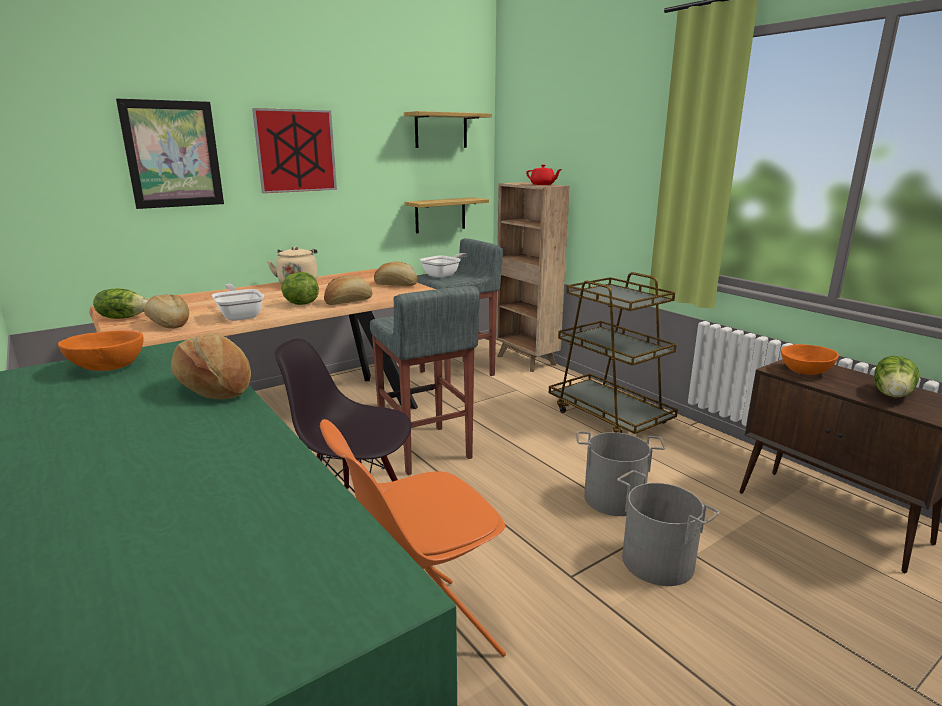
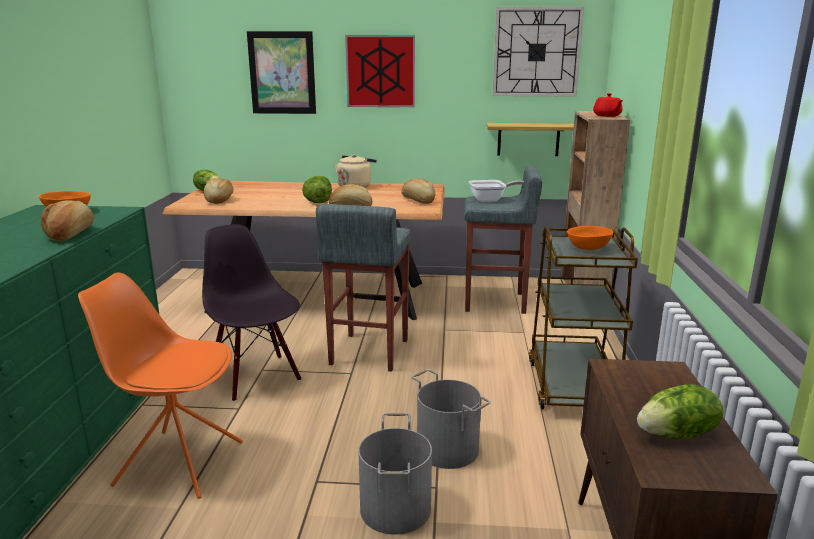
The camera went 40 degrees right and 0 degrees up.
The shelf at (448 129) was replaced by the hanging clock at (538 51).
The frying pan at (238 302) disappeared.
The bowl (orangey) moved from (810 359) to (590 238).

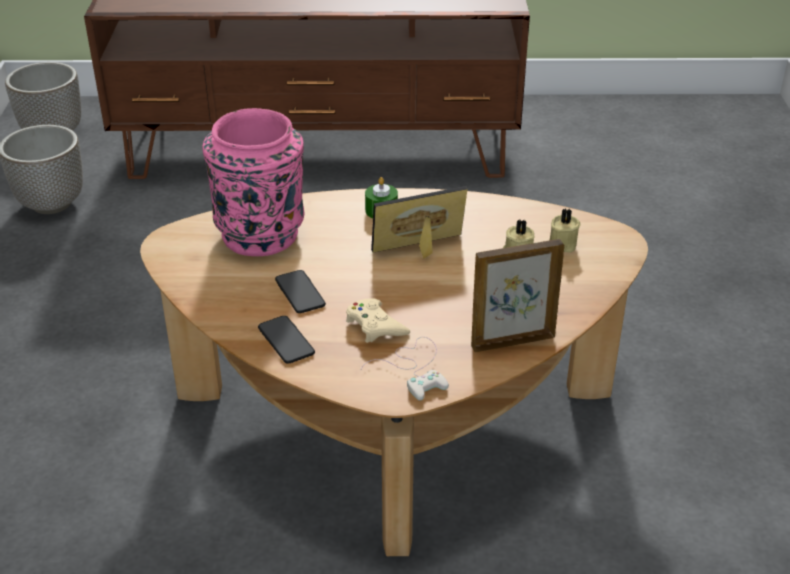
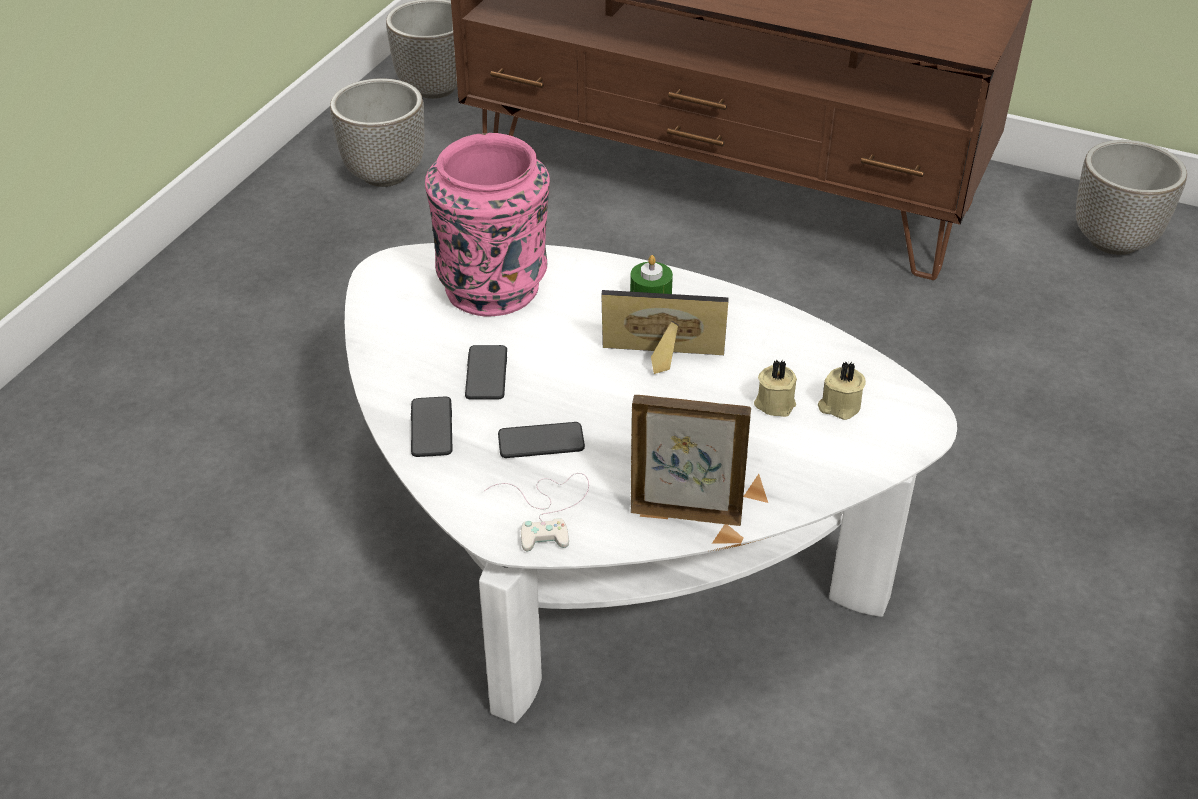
The camera went 25 degrees right and 5 degrees up.
The coffee table (brown-coloured) at (394 372) became the coffee table (white-coloured) at (651 483).
The game controller (beige) at (378 320) was replaced by the handset at (541 440).
The planter at (1131 197) appeared.

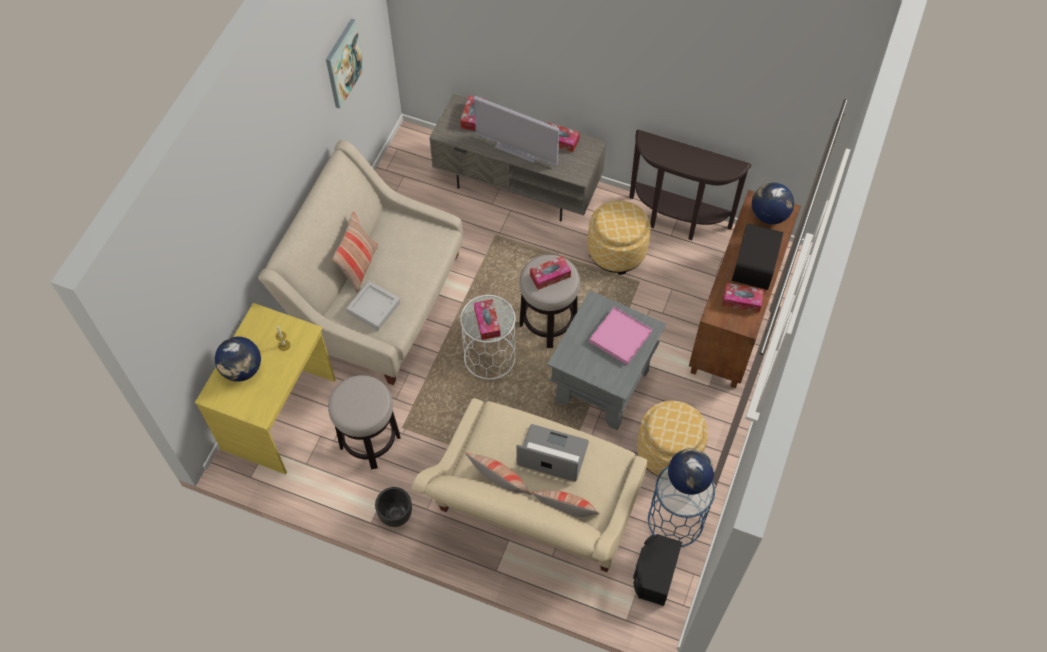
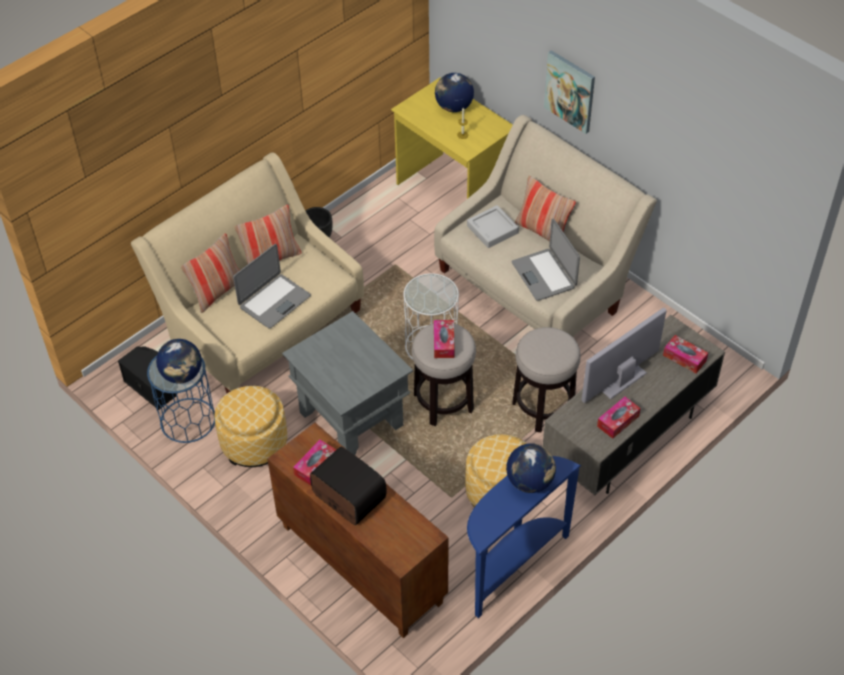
The camera went 115 degrees right and 10 degrees down.
The wall picture moved from (345 64) to (569 92).
The narrow table (brown-coloured) at (690 185) became the narrow table (blue) at (524 537).
The globe moved from (773 203) to (531 468).
The box of tissues at (487 319) disappeared.
The serving tray (pink) at (620 336) disappeared.
The stool seat moved from (364 422) to (546 379).
The laptop at (546 260) appeared.

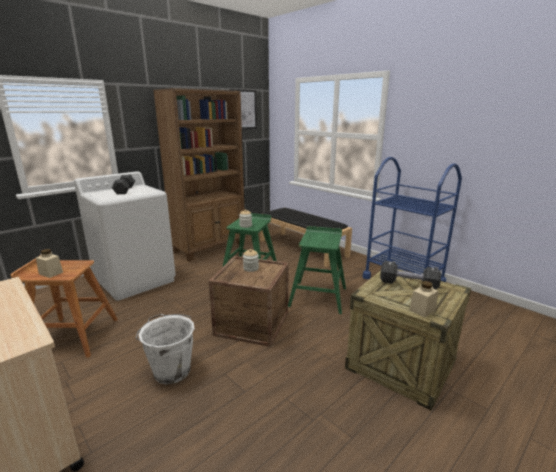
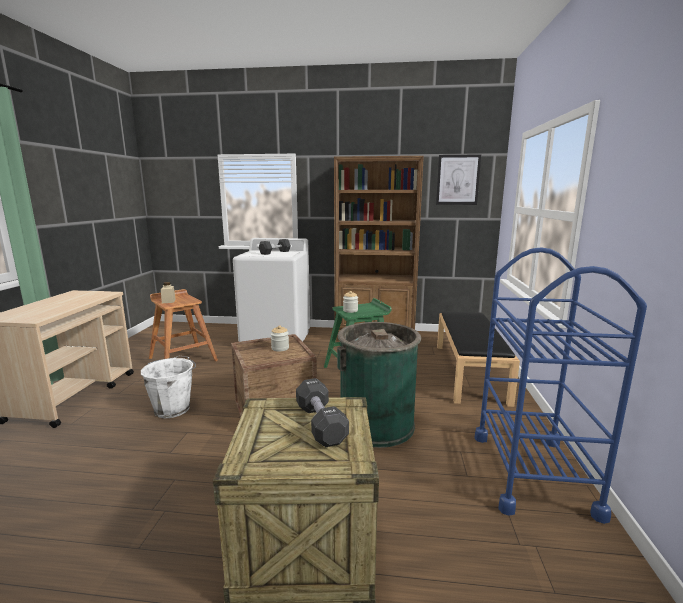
The camera went 50 degrees right and 5 degrees down.
The stool seat (greenish) at (317 270) was replaced by the waste bin (greenish) at (379 385).
The storage jar (beige) at (423 299) disappeared.

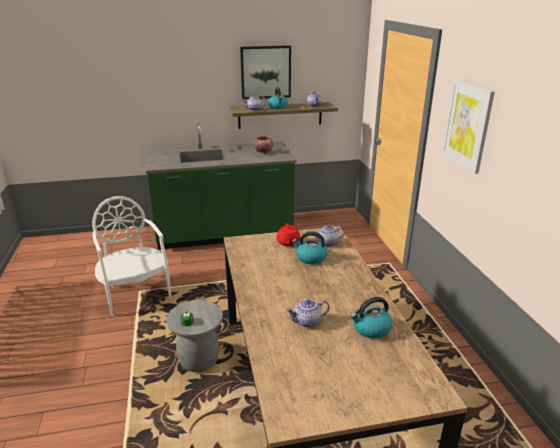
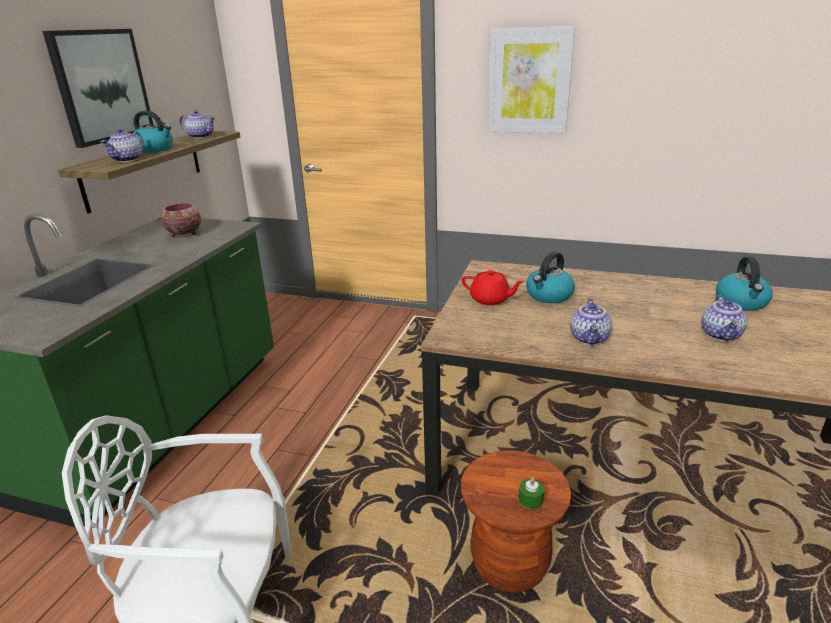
The camera went 60 degrees left and 0 degrees up.
The pot for tea moved from (329 236) to (591 322).
The stool seat (gray) at (194 336) became the stool seat (brown-coloured) at (516 521).

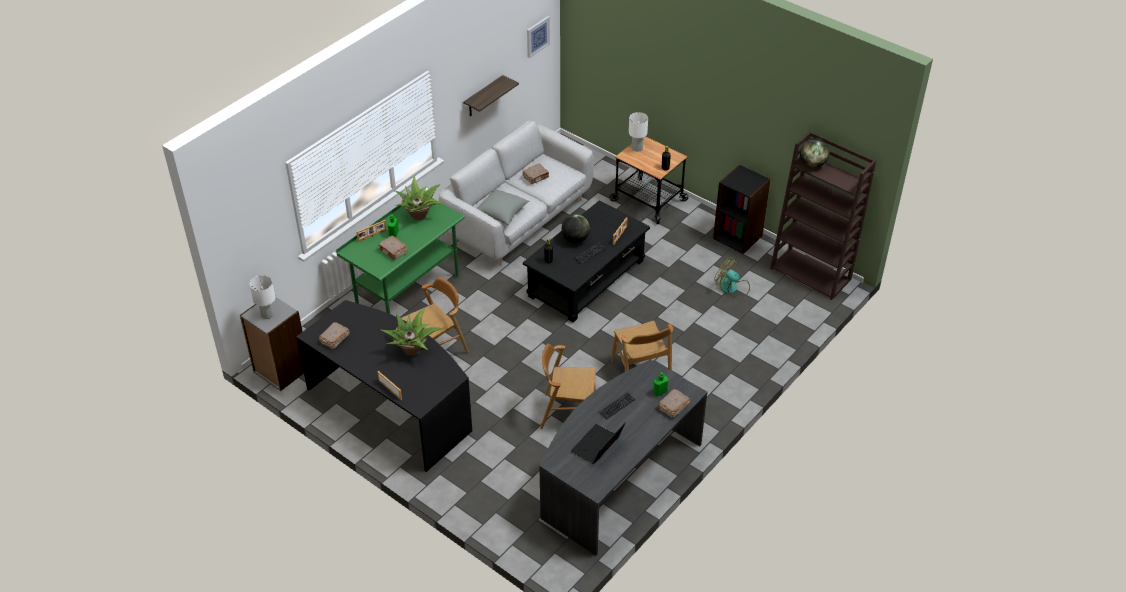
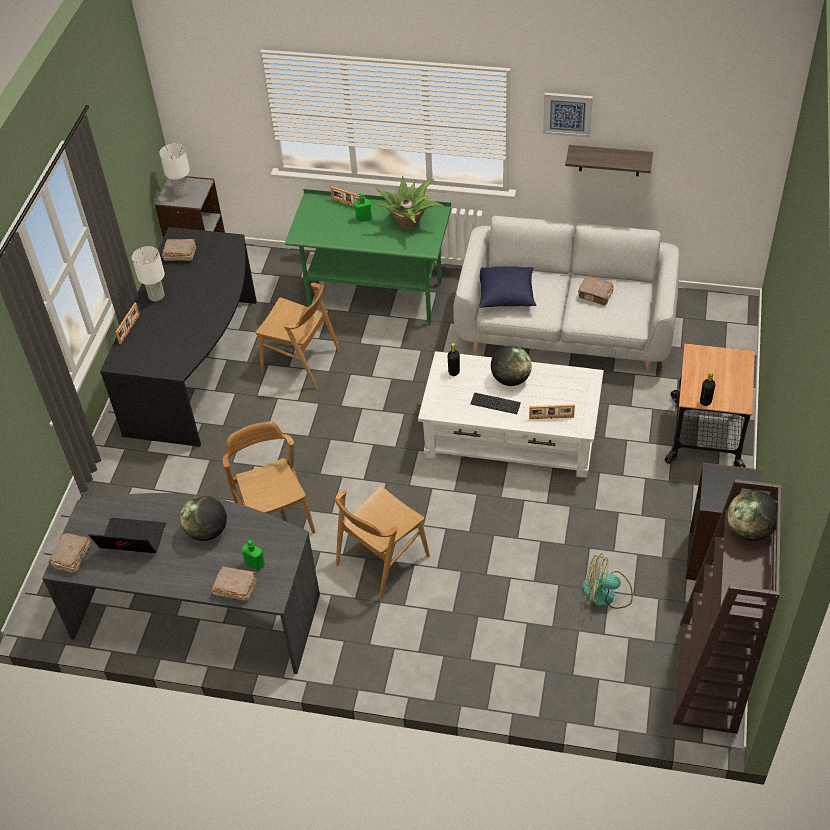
The camera went 65 degrees right and 5 degrees up.
The wall picture moved from (538 37) to (568 115).
The lamp for a table (white-coloured) moved from (638 132) to (148 273).
The throw pillow (gray) at (503 207) became the throw pillow (blue) at (508 287).
The coffee table (black) at (586 261) became the coffee table (white-coloured) at (511 414).
The volume (brown-coloured) moved from (393 248) to (69 553).
The cooling fan at (732 278) turned 90 degrees counterclockwise.
The plant in a pot at (412 332) disappeared.
The keyboard at (617 405) was replaced by the globe at (203 518).

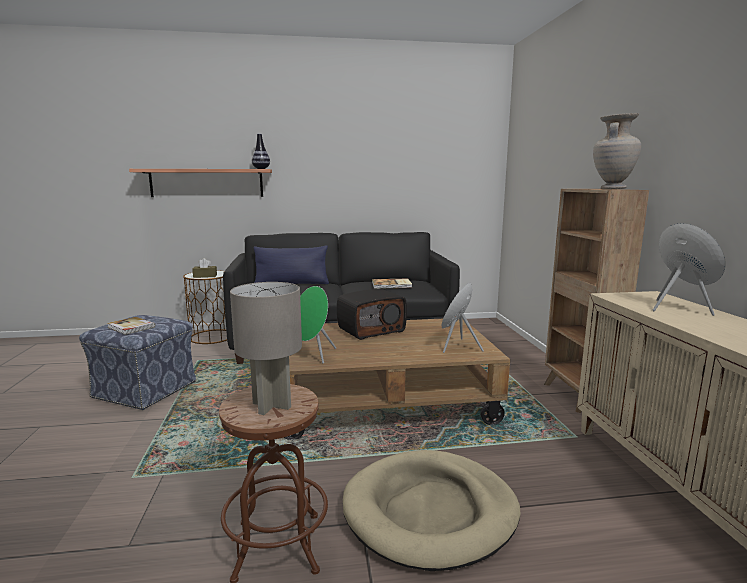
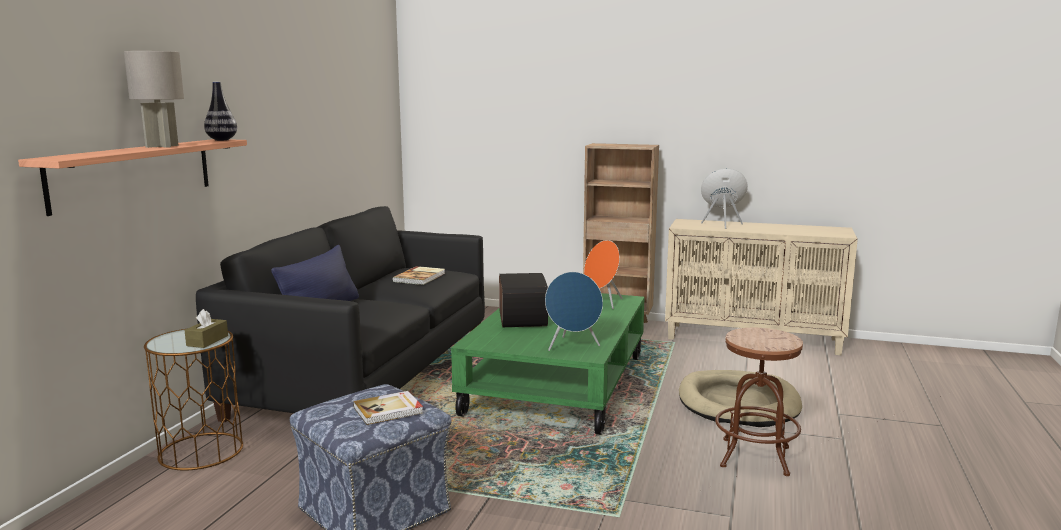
The camera went 65 degrees left and 0 degrees up.
The flower vase (beige) at (617 151) disappeared.
The lamp for a table (gray) moved from (266 348) to (154 99).
The speaker (greenish) at (318 324) became the speaker (blue) at (574 311).
The coffee table (brown-coloured) at (397 379) became the coffee table (greenish) at (548 364).

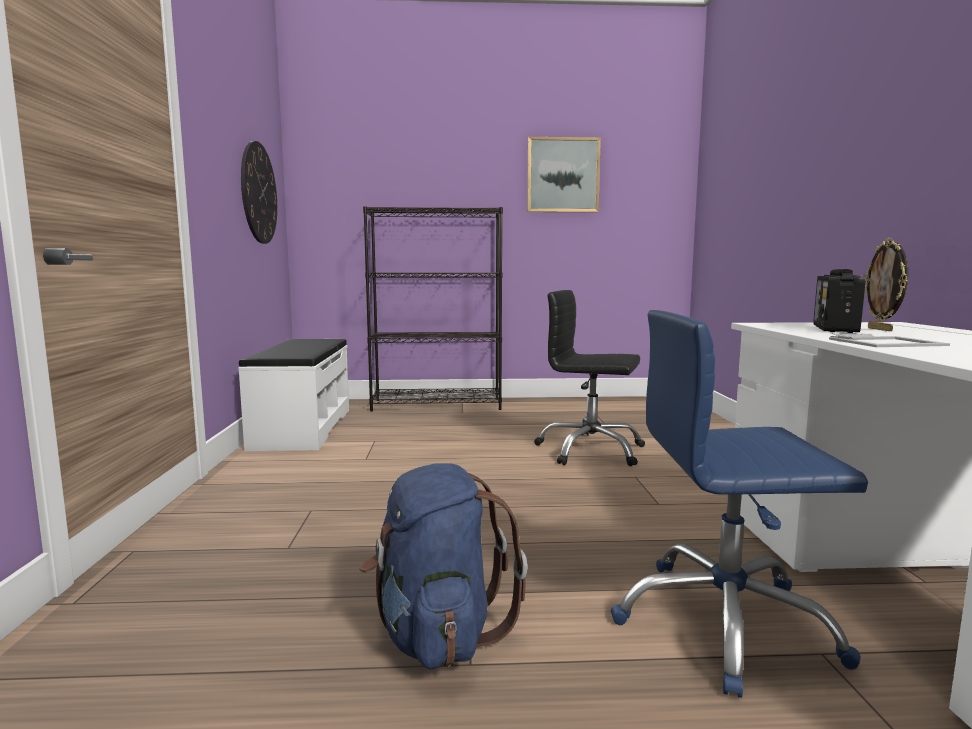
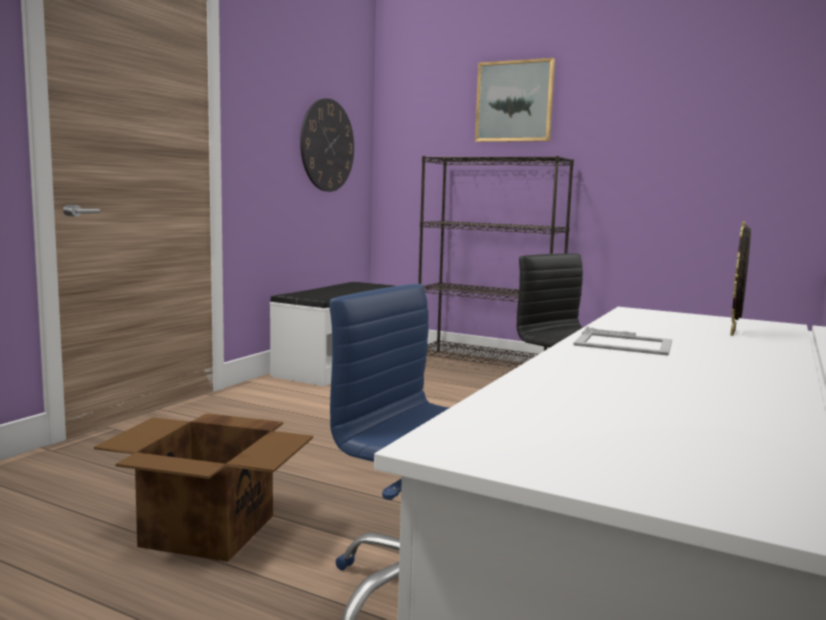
The camera went 30 degrees right and 0 degrees up.
The wall picture moved from (564 174) to (515 100).
The radio at (839 301) disappeared.
The backpack (blue) at (443 566) was replaced by the packing box at (203 487).

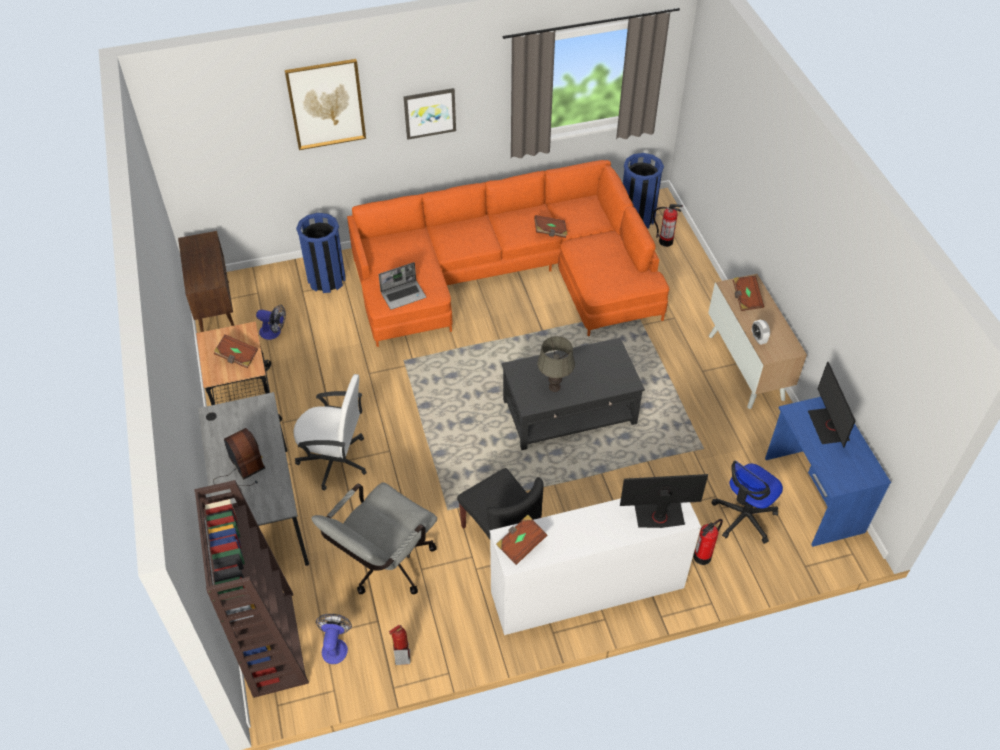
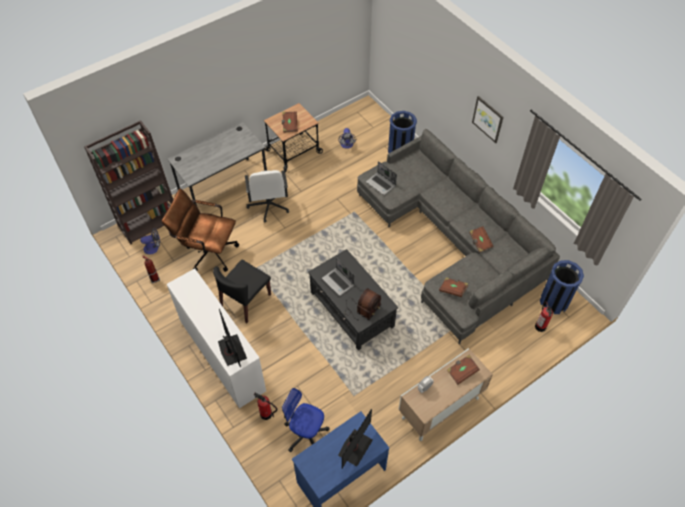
The camera went 70 degrees right and 5 degrees up.
The wall picture at (325 104) disappeared.
The settee (orangey) at (508 253) became the settee (gray) at (458 236).
The cabinet (brown-coloured) at (206 281) disappeared.
The lamp for a table (gray) at (556 364) was replaced by the laptop at (338 277).
The computer screen at (832 404) turned 150 degrees clockwise.
The radio moved from (239 458) to (363 304).
The computer chair (gray) at (374 538) became the computer chair (brown-coloured) at (200 230).
The volume (brown-coloured) moved from (521 540) to (453 287).

